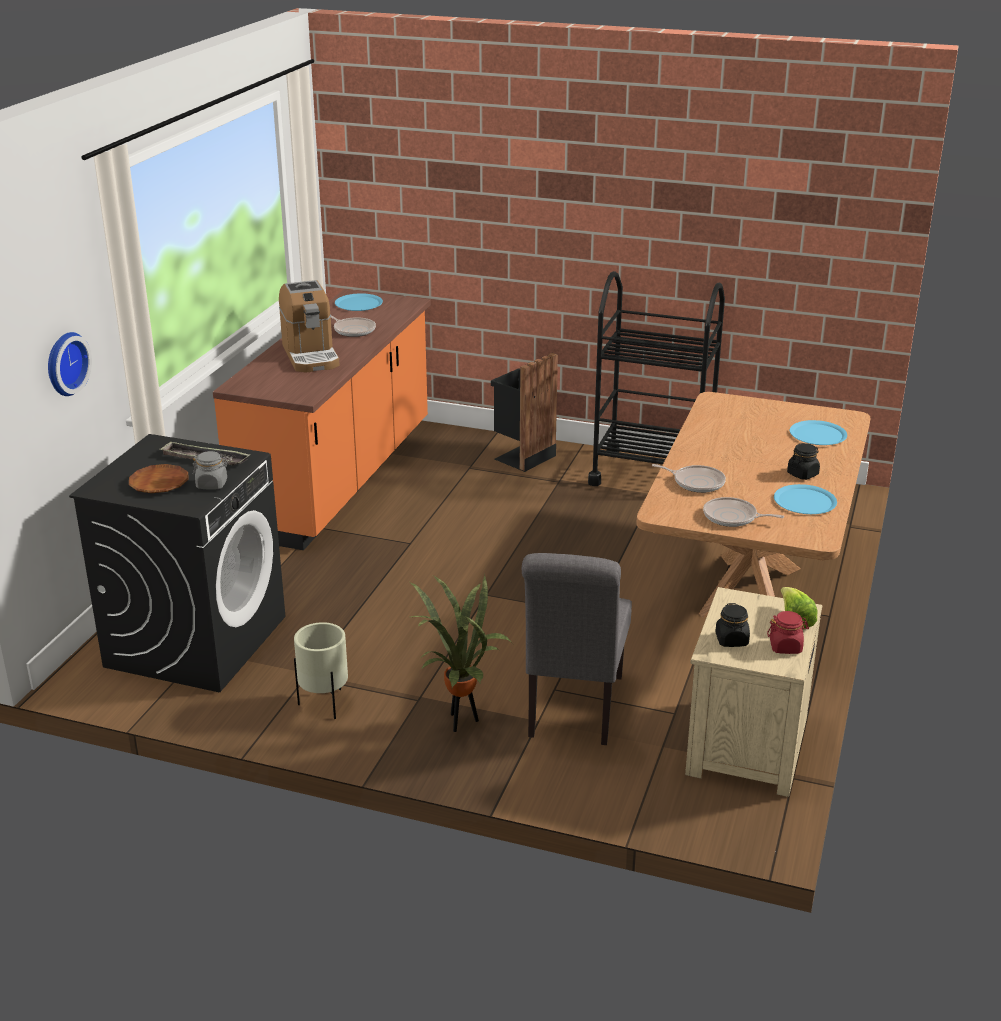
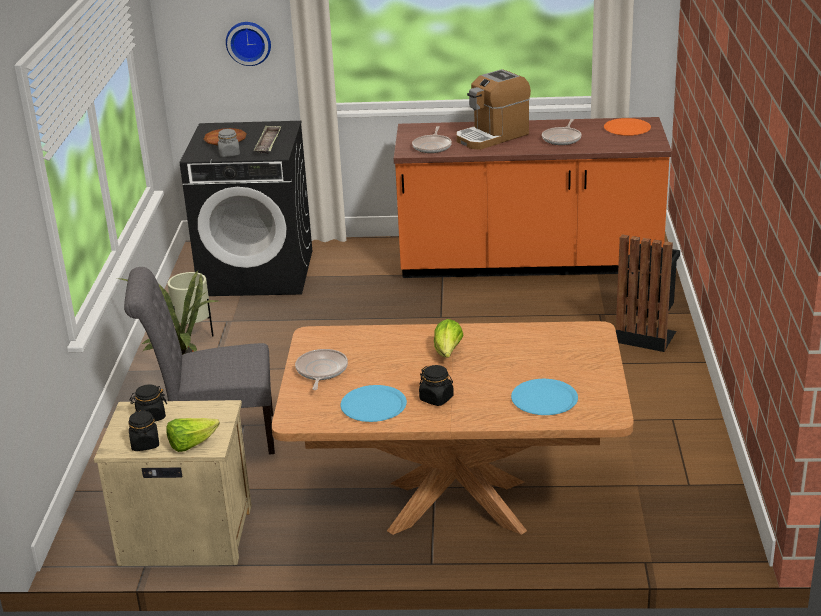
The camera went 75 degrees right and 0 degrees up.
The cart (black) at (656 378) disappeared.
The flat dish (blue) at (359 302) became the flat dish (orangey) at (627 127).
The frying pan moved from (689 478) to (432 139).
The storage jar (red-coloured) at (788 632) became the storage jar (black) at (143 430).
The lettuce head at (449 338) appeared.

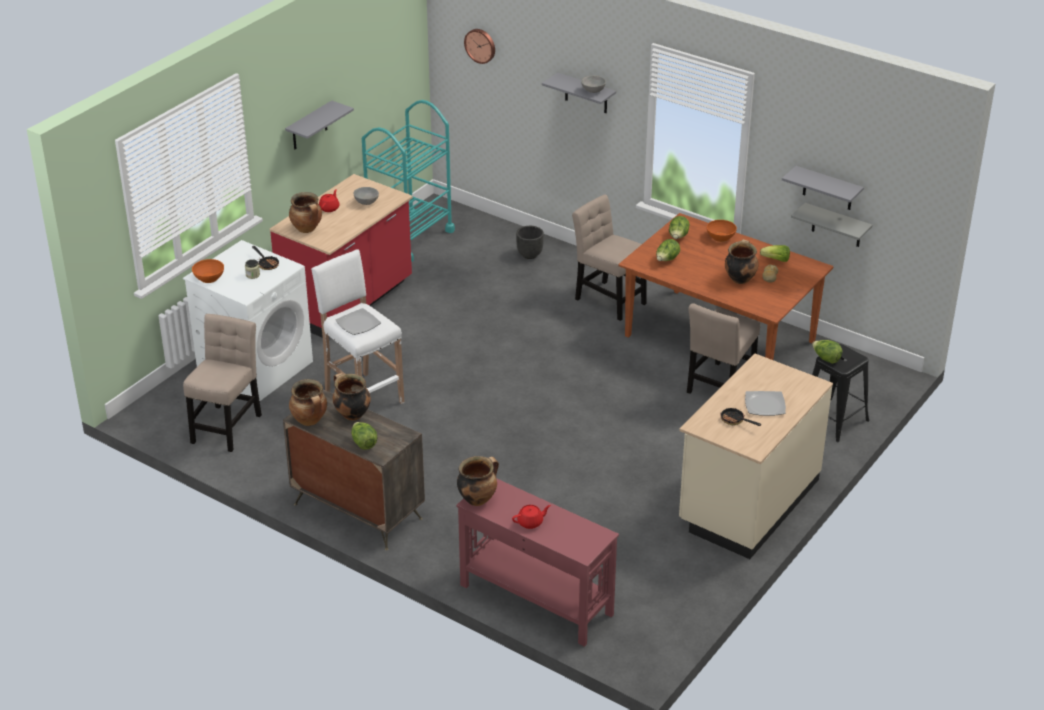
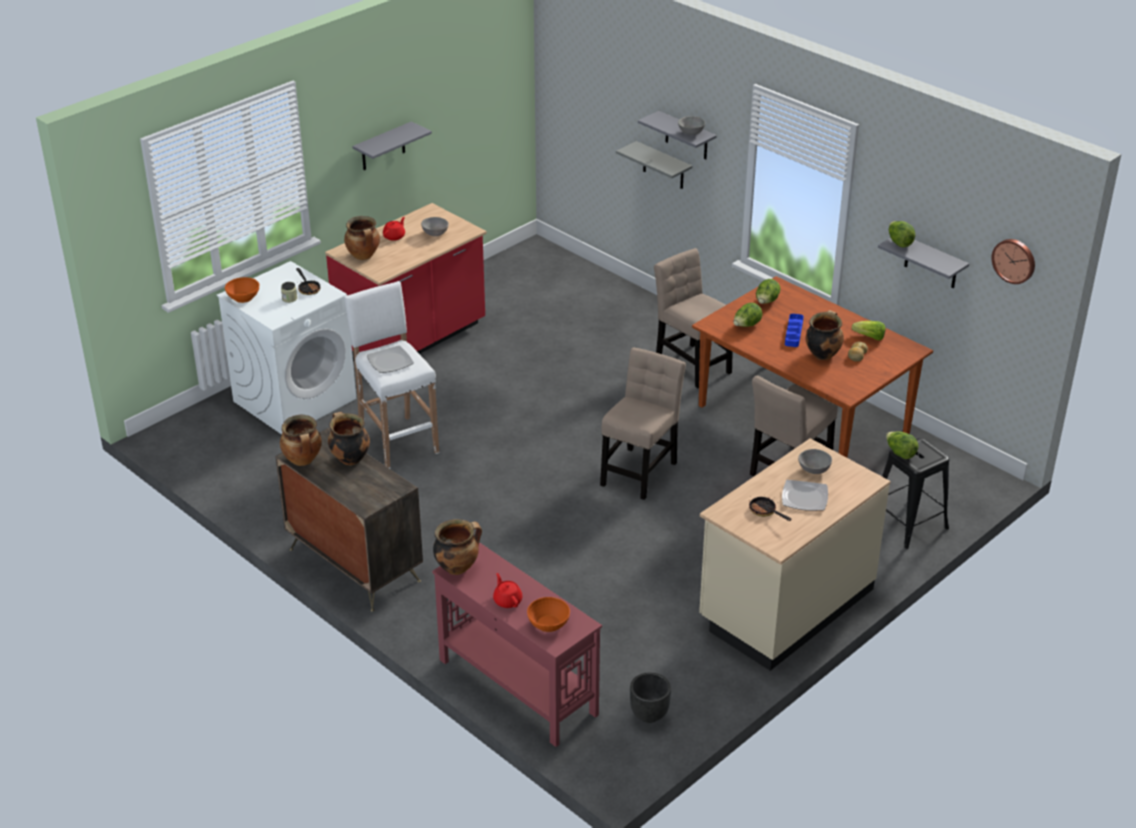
The camera went 10 degrees right and 0 degrees up.
The hanging clock moved from (479 46) to (1013 261).
The cart (turquoise-coloured) at (408 181) disappeared.
The shelf (gray) moved from (831 225) to (654 165).
The bowl (orangey) moved from (722 231) to (548 614).
The planter (black) moved from (530 242) to (650 698).
The chair (beige) moved from (222 383) to (643 423).
The lettuce head moved from (364 436) to (902 234).
The pot for tea (red-coloured) at (531 517) turned 105 degrees counterclockwise.
The serving tray (blue) at (794 330) appeared.
The bowl (gray) at (815 461) appeared.

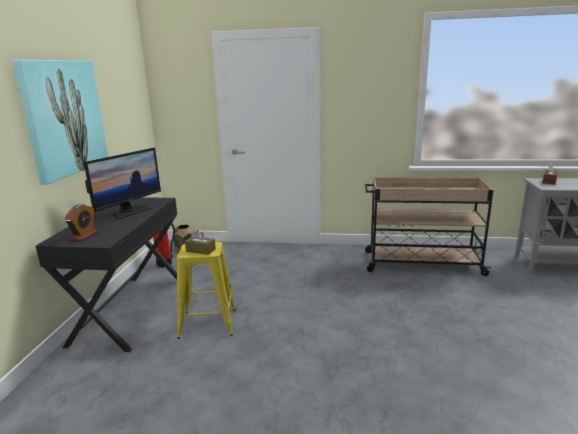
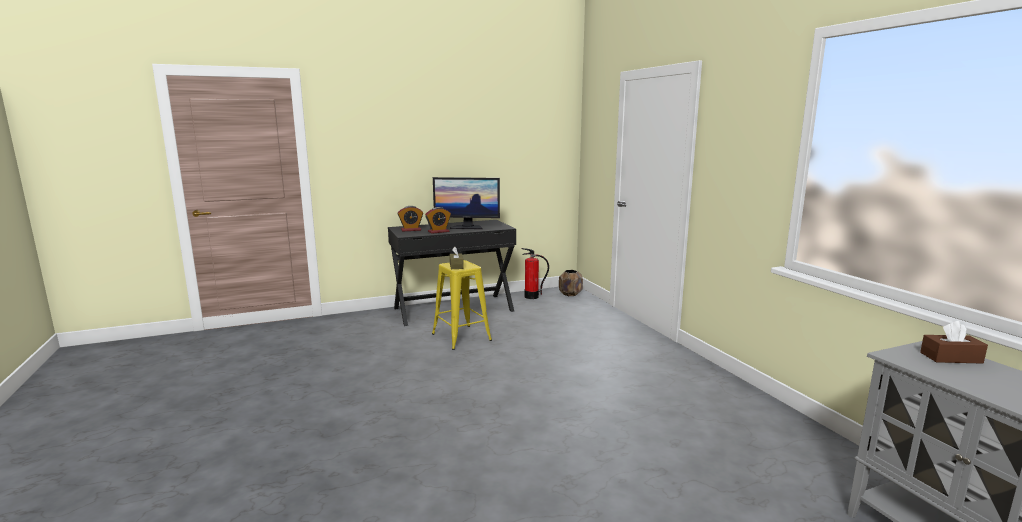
The camera went 60 degrees right and 5 degrees down.
The wall picture at (60 122) disappeared.
The cart (beige) at (429 226) disappeared.
The alarm clock at (438 220) appeared.

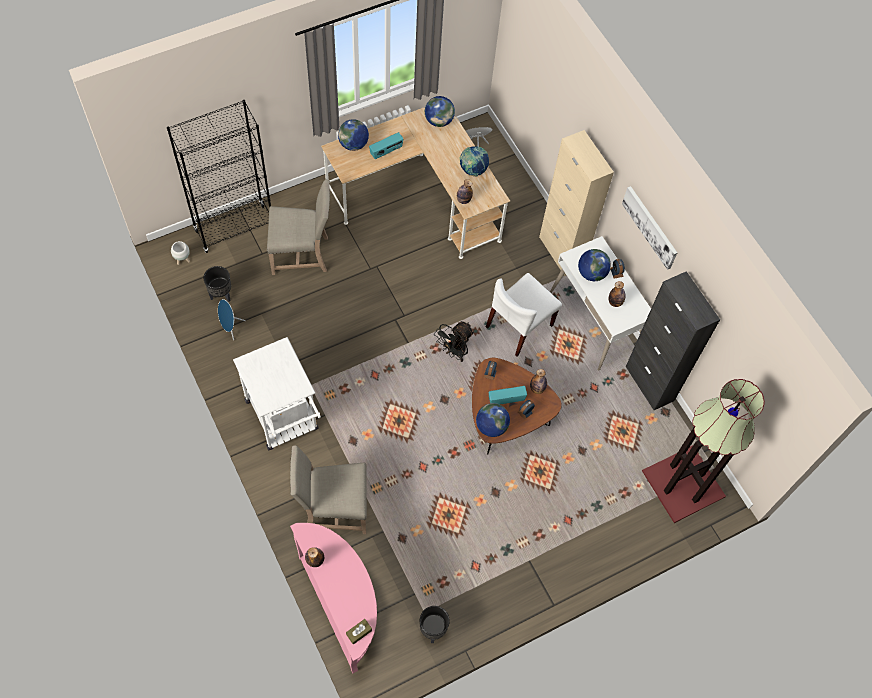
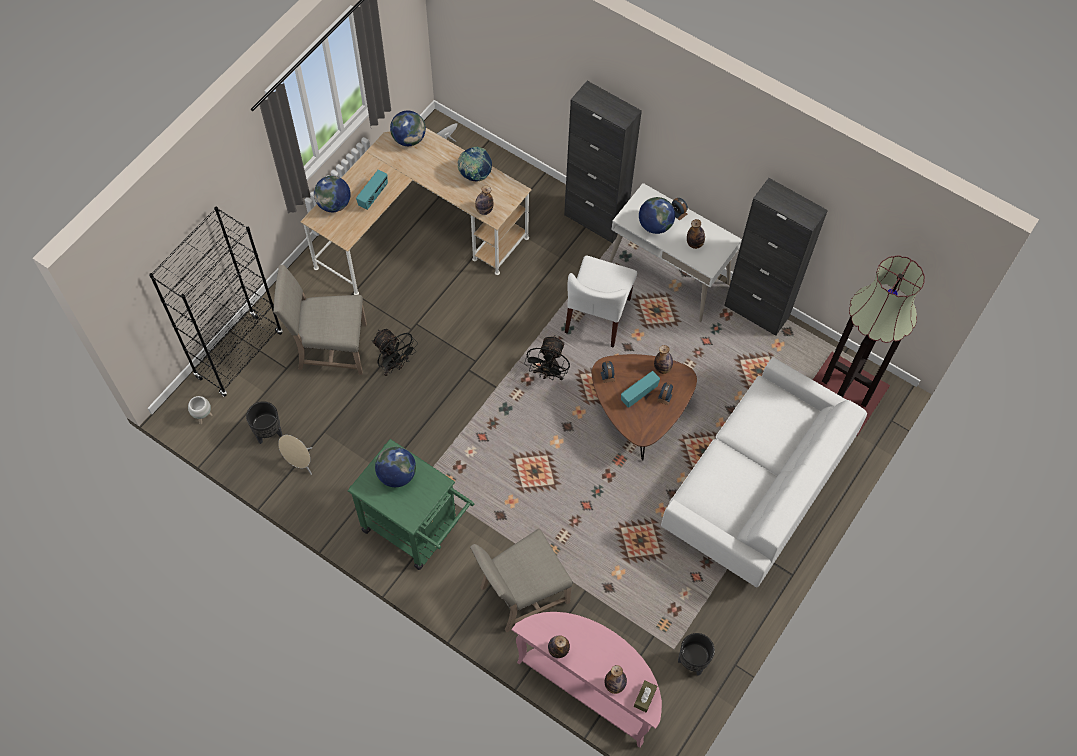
The camera went 25 degrees left and 0 degrees up.
The cabinet (beige) at (576 203) became the cabinet (black) at (603 162).
The chair (beige) at (298 227) turned 150 degrees counterclockwise.
The wall picture at (649 228) disappeared.
The speaker (blue) at (232 319) became the speaker (beige) at (295 455).
The cart (white-coloured) at (277 393) became the cart (greenish) at (410 504).
The globe moved from (493 420) to (395 467).
The cooling fan (black) at (395 352) appeared.
The settee (white-coloured) at (764 472) appeared.
The beverage bottle at (616 679) appeared.

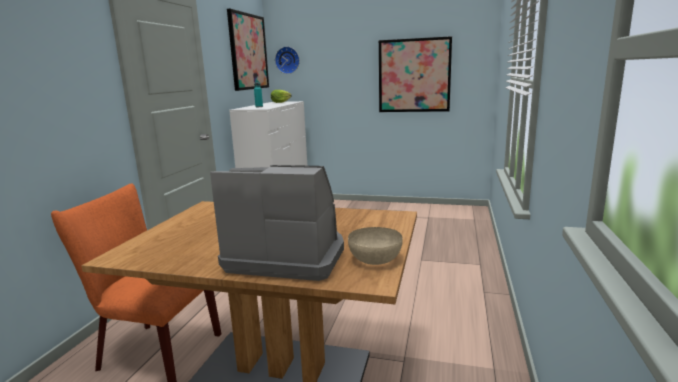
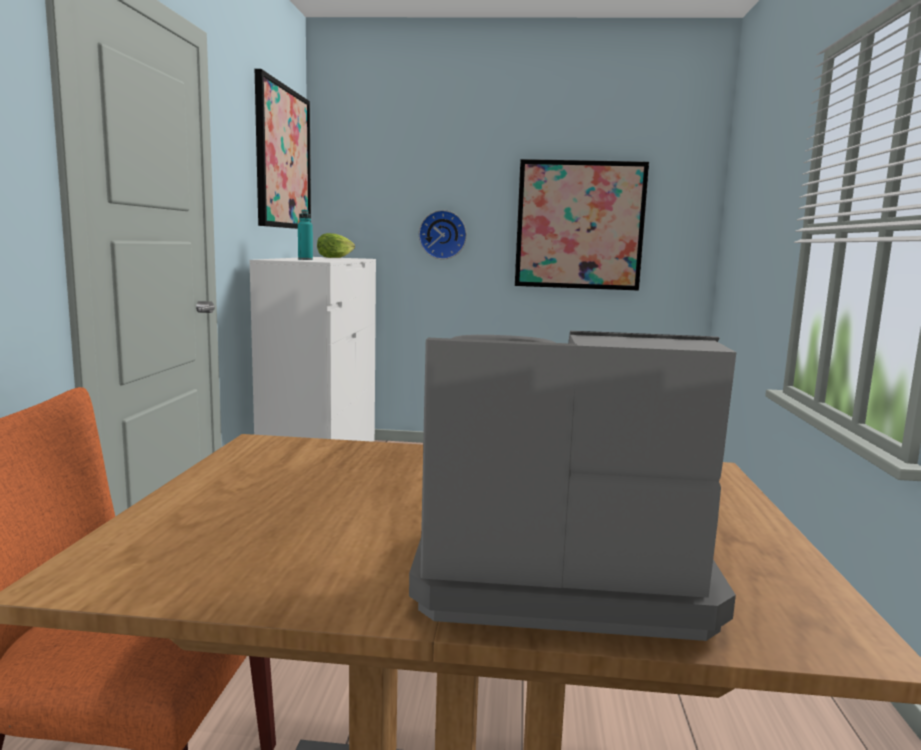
The camera went 10 degrees left and 5 degrees down.
The hanging clock moved from (287 60) to (443 234).
The bowl (beige) at (375 246) disappeared.

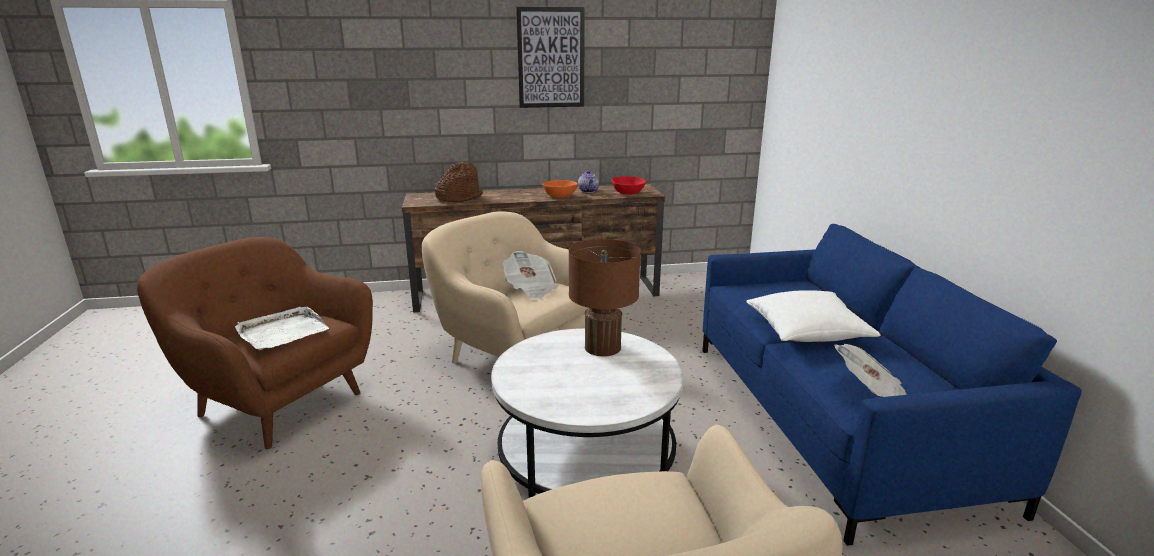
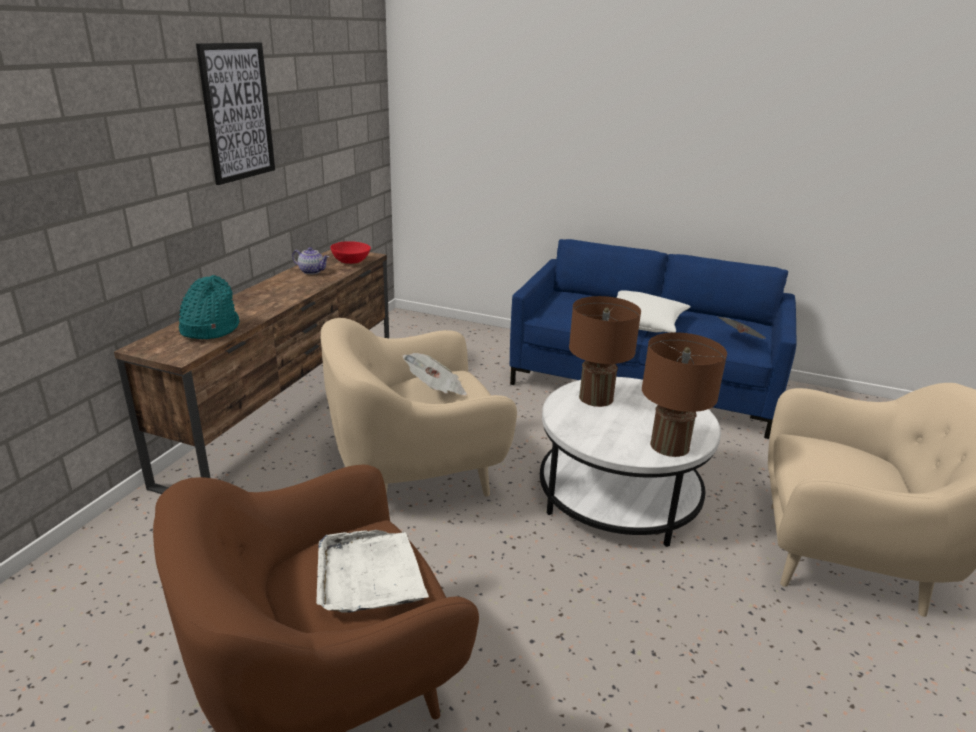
The camera went 60 degrees left and 5 degrees up.
The wearable hat (brown-coloured) at (459 182) became the wearable hat (turquoise-coloured) at (209 307).
The bowl (orangey) at (560 189) disappeared.
The lamp for a table (brown-coloured) at (684 394) appeared.

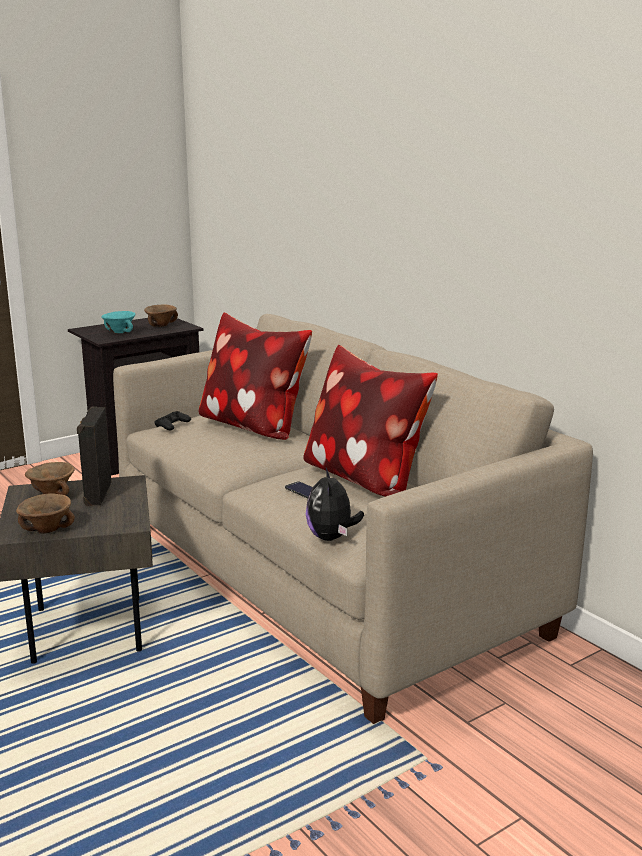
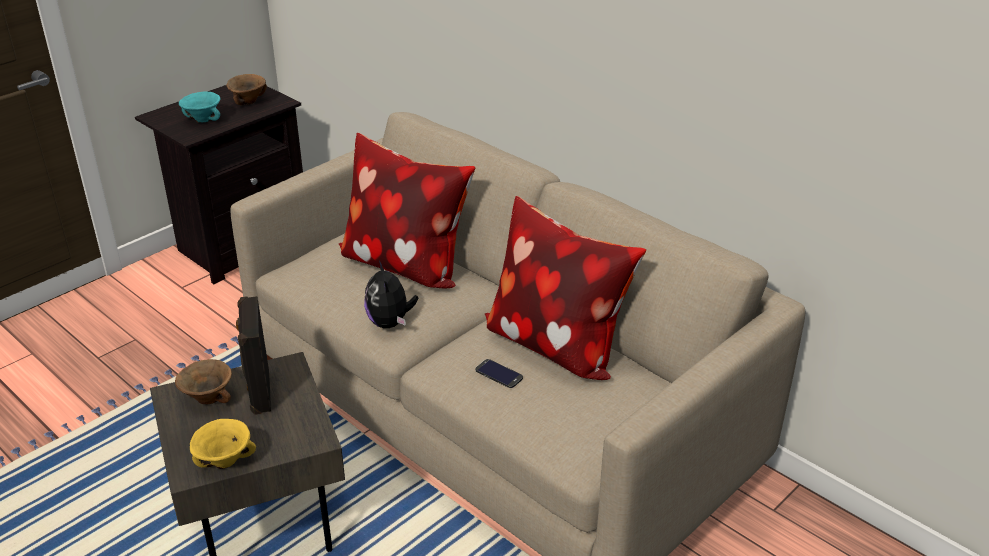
The camera went 10 degrees left and 15 degrees up.
The game controller (black) at (172 420) disappeared.
The soft toy moved from (335 503) to (391 294).
The bowl (brown-coloured) at (45 513) became the bowl (yellow-coloured) at (223 444).

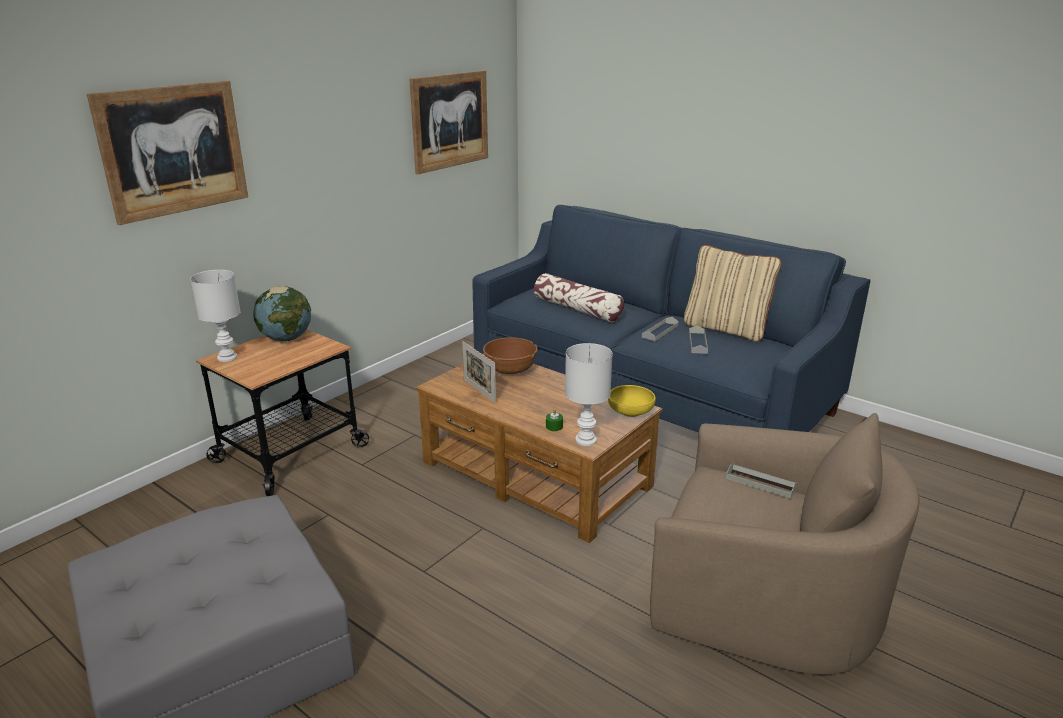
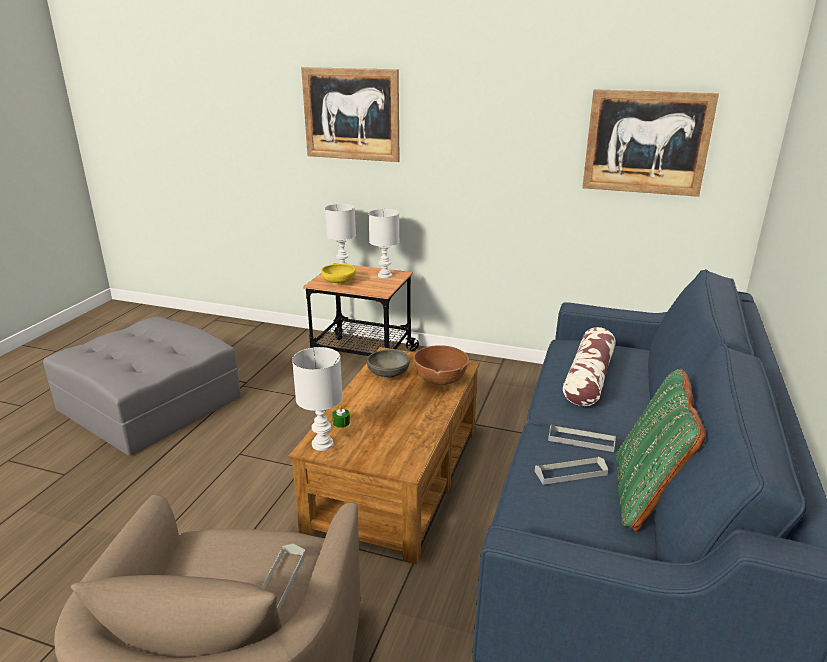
The camera went 70 degrees right and 0 degrees up.
The throw pillow (beige) at (732 293) became the throw pillow (greenish) at (661 450).
The globe at (282 313) was replaced by the lamp for a table (white-coloured) at (383 243).
The photo frame at (479 372) was replaced by the bowl (gray) at (388 363).
The bowl (yellow-coloured) moved from (632 401) to (338 274).

